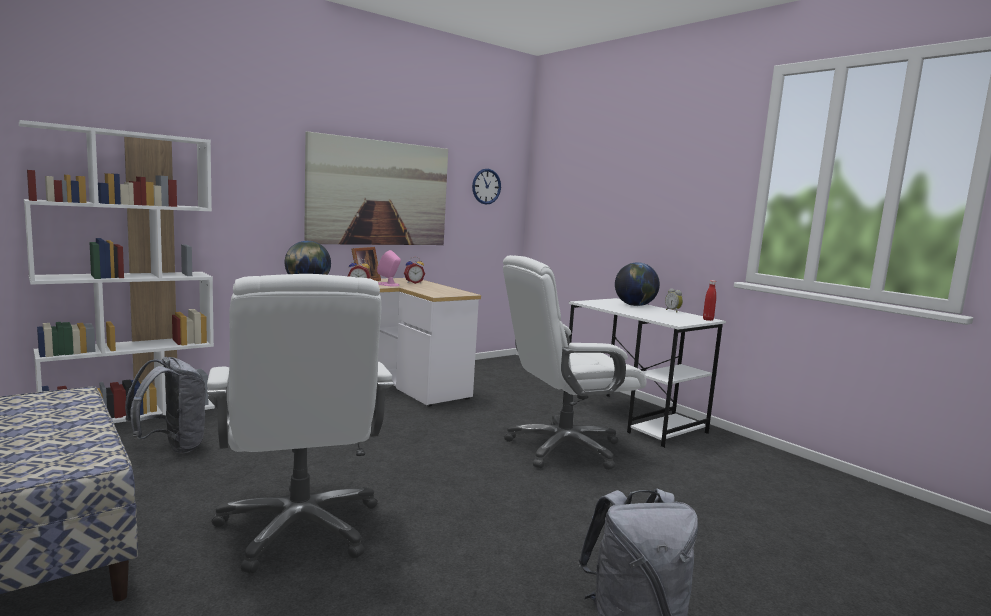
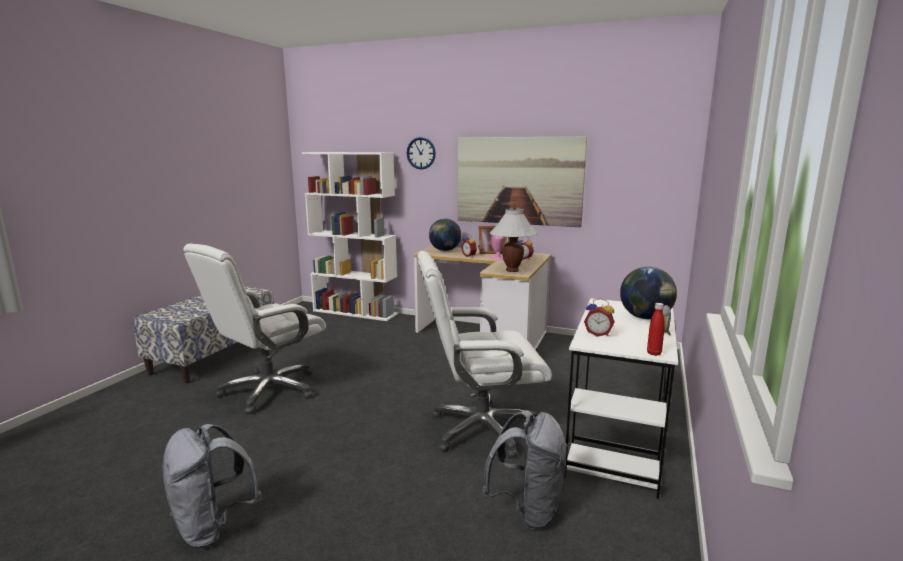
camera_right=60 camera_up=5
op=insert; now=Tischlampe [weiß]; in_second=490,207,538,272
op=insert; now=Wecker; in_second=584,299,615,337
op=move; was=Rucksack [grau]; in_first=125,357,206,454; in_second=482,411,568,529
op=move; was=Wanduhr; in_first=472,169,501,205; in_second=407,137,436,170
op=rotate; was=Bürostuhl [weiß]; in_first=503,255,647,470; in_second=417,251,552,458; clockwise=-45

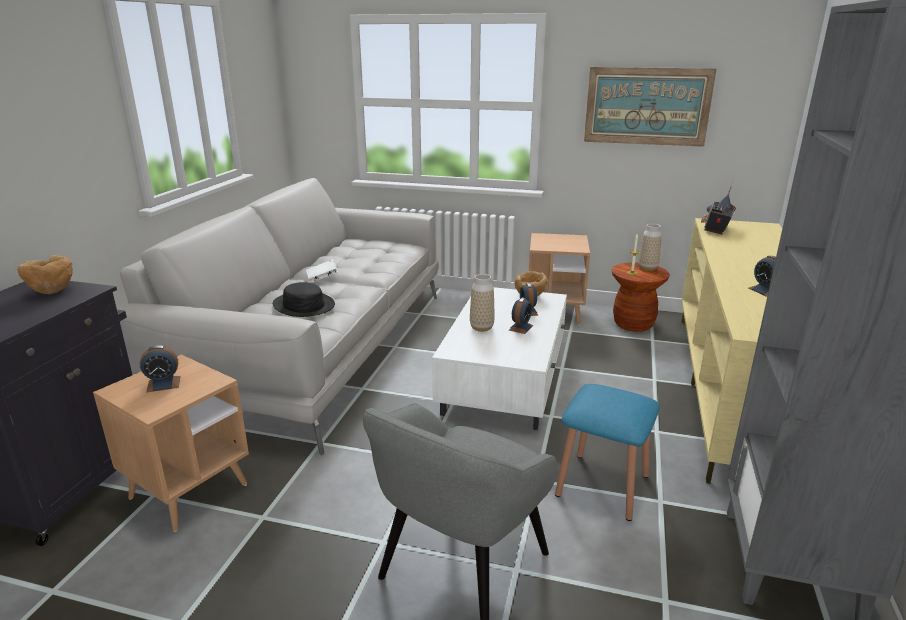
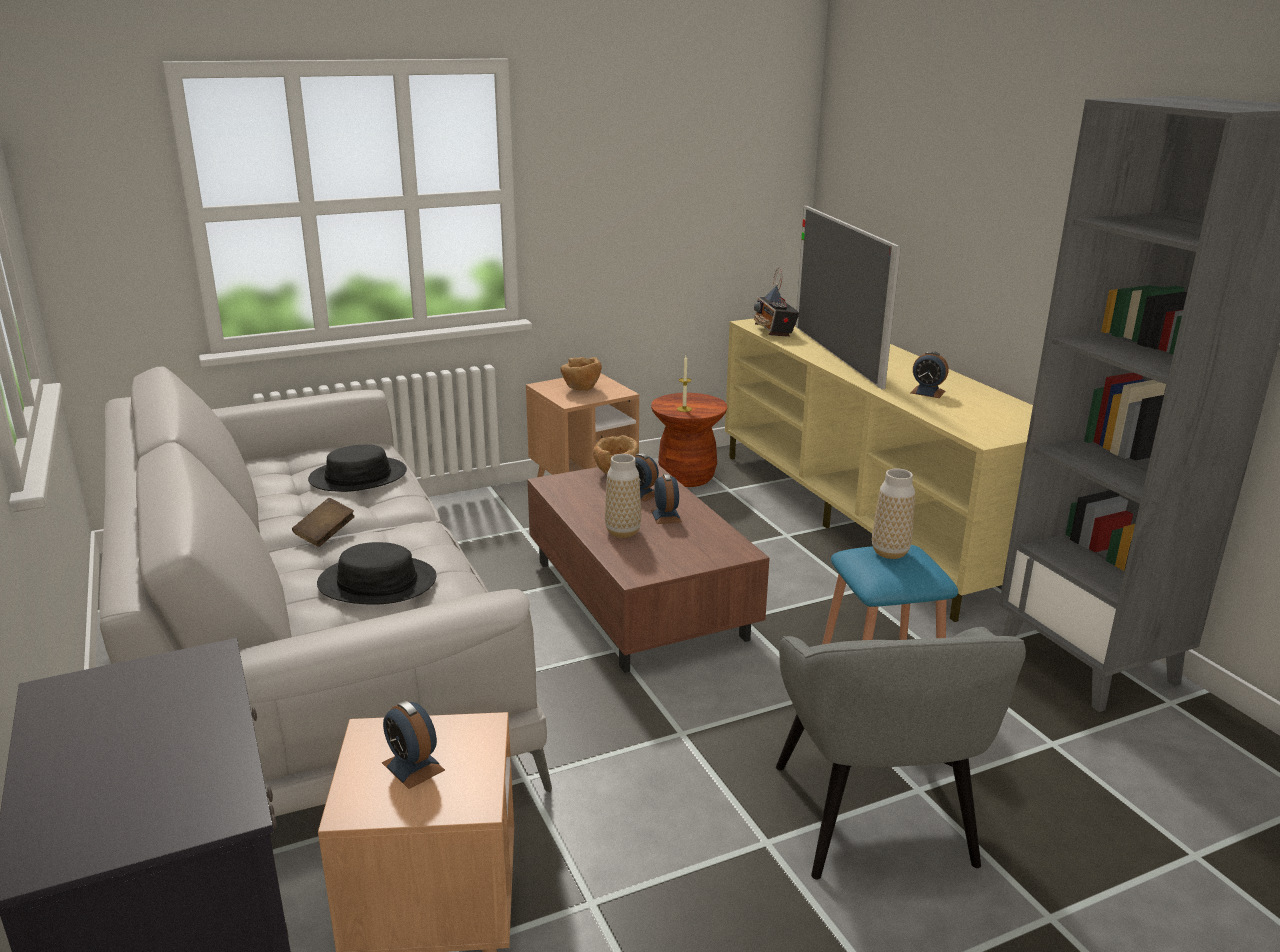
camera_right=-40 camera_up=0
op=delete; was=Bild; in_first=584,67,716,147
op=insert; now=Hut [schwarz]; in_second=308,445,407,492
op=insert; now=Fernseher; in_second=795,206,901,389
op=move; was=Schüssel [braun]; in_first=17,255,73,294; in_second=560,357,602,391
op=move; was=Vase; in_first=639,224,662,271; in_second=872,469,915,559
op=recolor; was=Buch [weiß]; now=Buch [braun]; in_first=306,259,338,283; in_second=292,498,355,547
op=recolor; was=Couchtisch [weiß]; now=Couchtisch [braun]; in_first=432,287,567,430; in_second=527,463,770,673
op=rotate; was=Wecker; in_first=140,345,181,393; in_second=382,701,445,789; clockwise=105

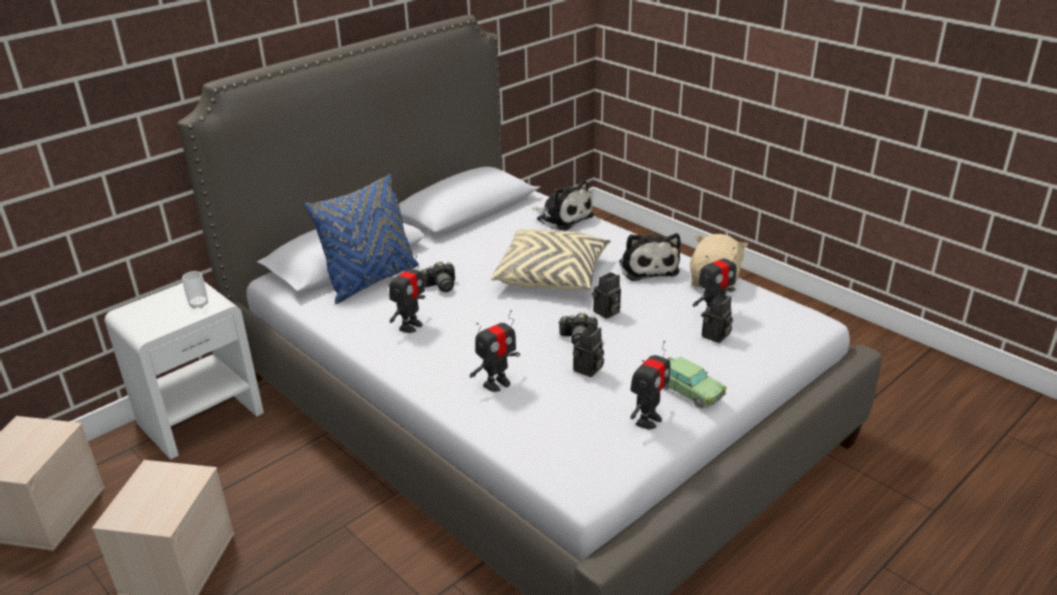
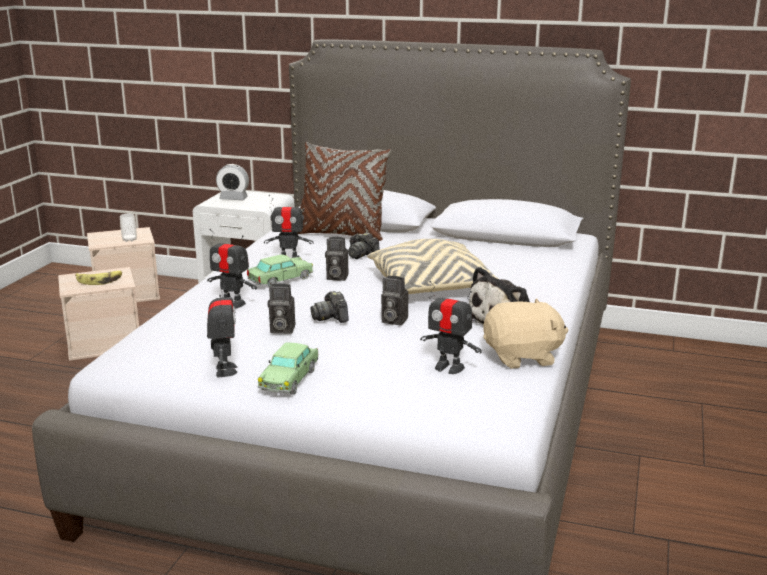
camera_right=60 camera_up=-10
op=delete; was=Plüschtier; in_first=532,180,594,231
op=insert; now=Banane; in_second=75,271,122,285
op=insert; now=Wecker; in_second=216,164,249,200
op=insert; now=Spielzeugauto; in_second=247,254,313,287
op=move; was=Tasse; in_first=182,271,208,309; in_second=120,214,137,242
op=move; was=Kamera; in_first=702,294,733,343; in_second=325,237,349,281
op=recolor; was=Kissen [blau]; now=Kissen [braun]; in_first=305,174,419,304; in_second=297,142,391,241
op=rotate; was=Spielzeugroboter; in_first=630,341,670,429; in_second=207,280,237,377; clockwise=-105

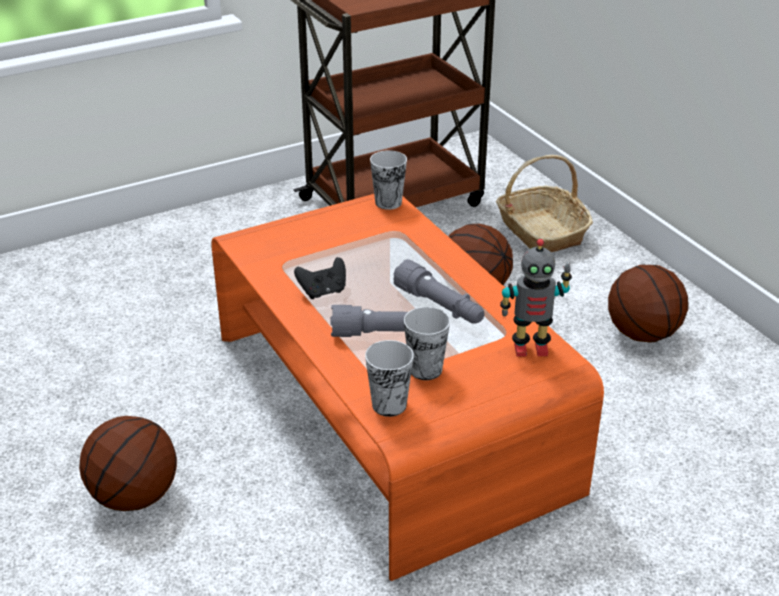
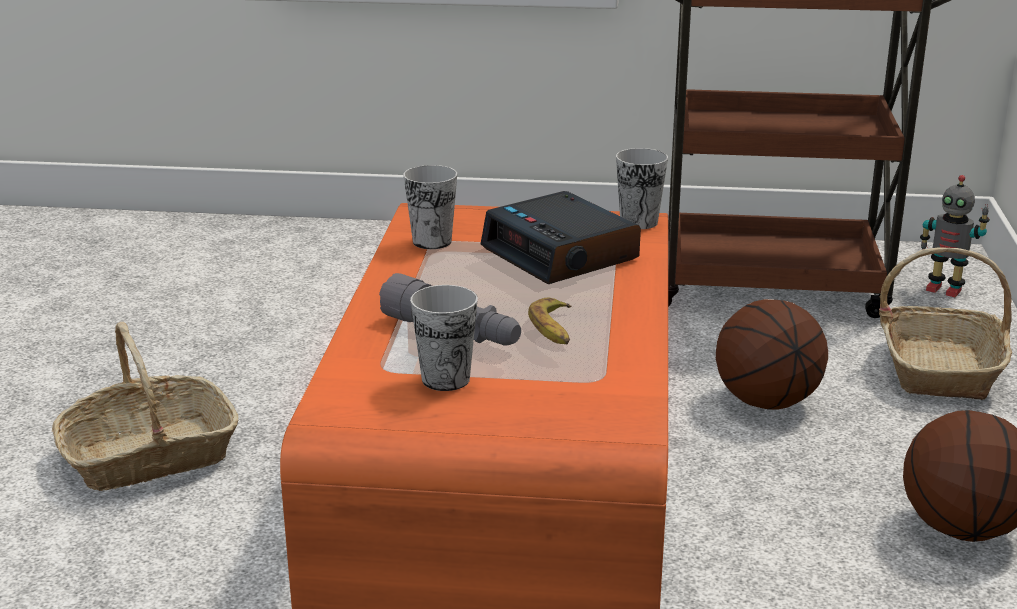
camera_right=35 camera_up=-10
op=delete; was=Gamepad [schwarz]; in_first=294,257,346,299
op=insert; now=Wecker; in_second=481,191,641,284
op=move; was=Tasse; in_first=365,340,414,417; in_second=403,165,457,249
op=move; was=Spielzeugroboter; in_first=500,239,572,357; in_second=920,175,990,297
op=replace; was=Basketball; now=Korb; in_first=79,416,177,511; in_second=52,322,239,491
op=replace; was=Taschenlampe [grau]; now=Banane; in_first=393,259,485,323; in_second=528,298,571,344

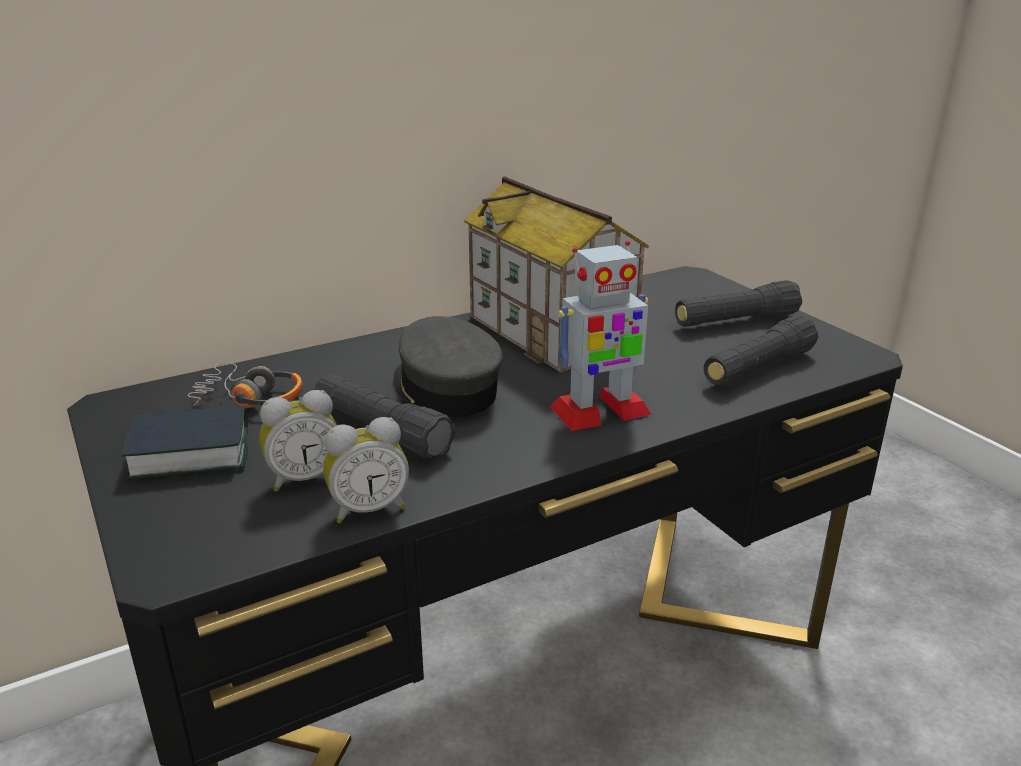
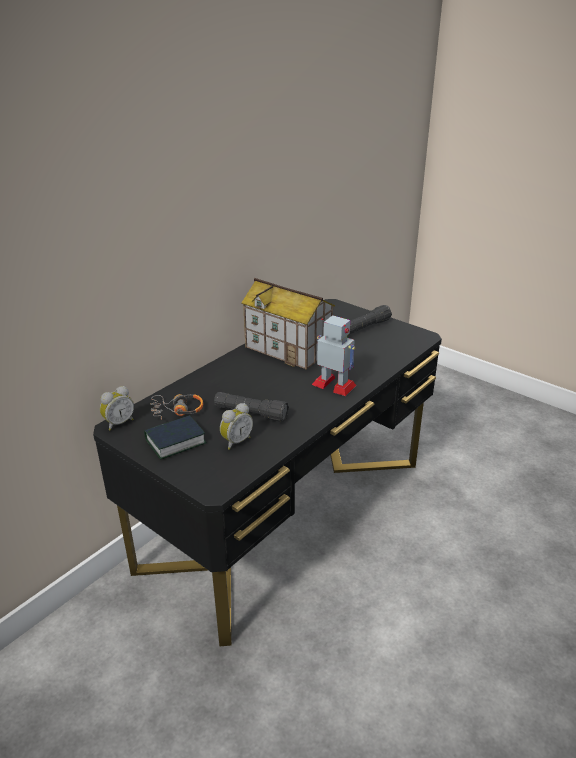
camera_right=-20 camera_up=5
op=delete; was=Kappe [grau]; in_first=394,316,503,417
op=delete; was=Taschenlampe [schwarz]; in_first=704,315,818,386
op=move; was=Wecker; in_first=323,417,409,523; in_second=100,386,134,430
op=rotate; was=Spielzeugroboter; in_first=550,241,651,431; in_second=312,315,356,396; clockwise=-105

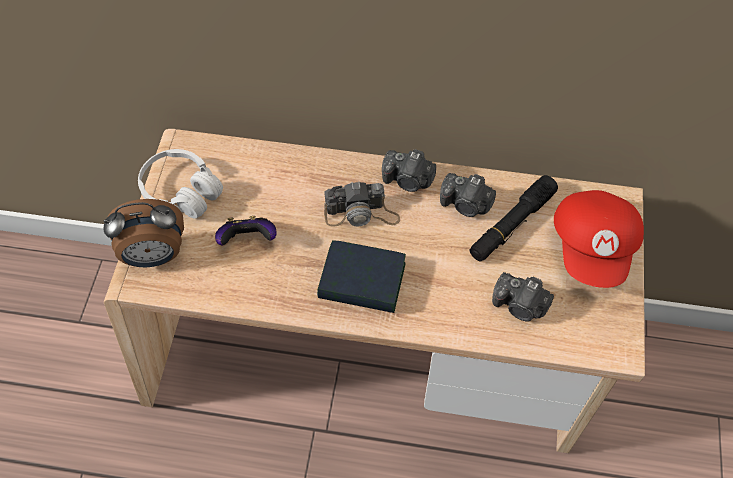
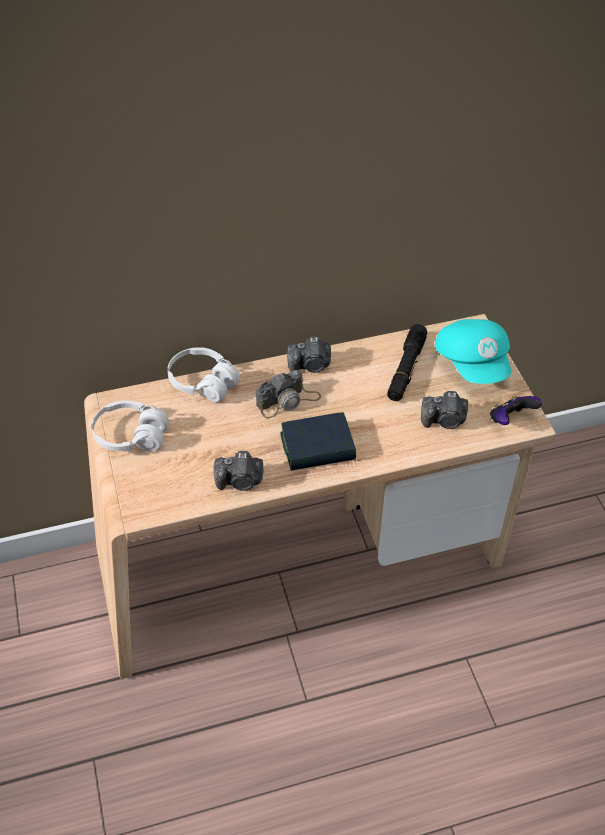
camera_right=-25 camera_up=-10
op=delete; was=Wecker; in_first=103,199,184,267
op=insert; now=Kopfhörer [weiß]; in_second=167,347,240,402
op=move; was=Gamepad; in_first=215,216,277,245; in_second=490,395,542,425
op=move; was=Kamera; in_first=440,173,496,217; in_second=213,451,264,491
op=recolor; was=Kappe [rot]; now=Kappe [türkis]; in_first=554,190,644,288; in_second=435,319,511,384

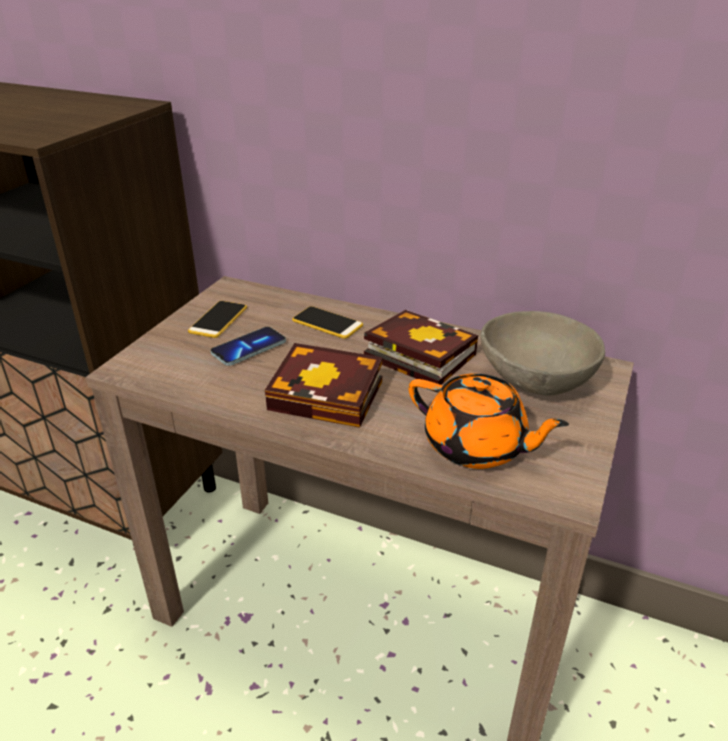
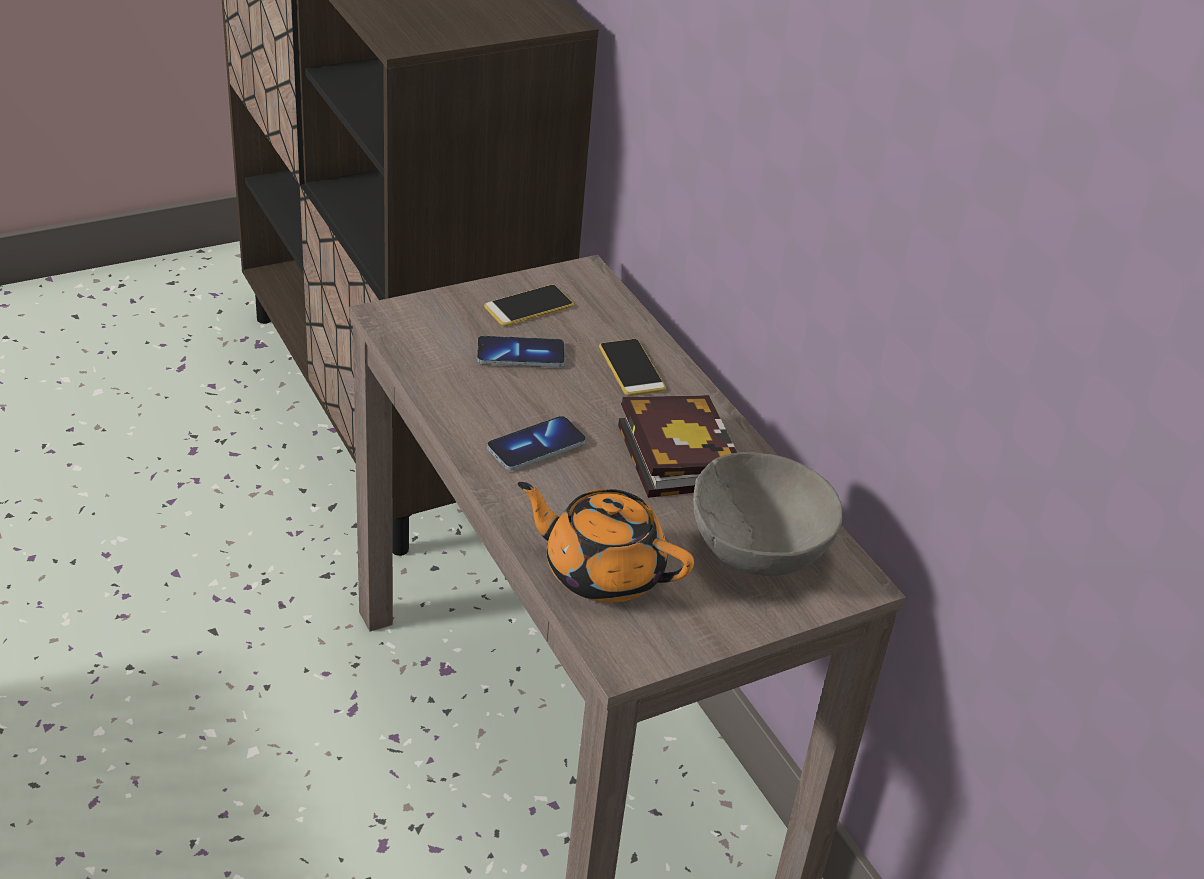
camera_right=35 camera_up=5
op=replace; was=Buch; now=Handy; in_first=265,343,383,428; in_second=487,416,586,471
op=rotate; was=Teekanne [orange]; in_first=409,373,569,469; in_second=518,482,694,602; clockwise=135

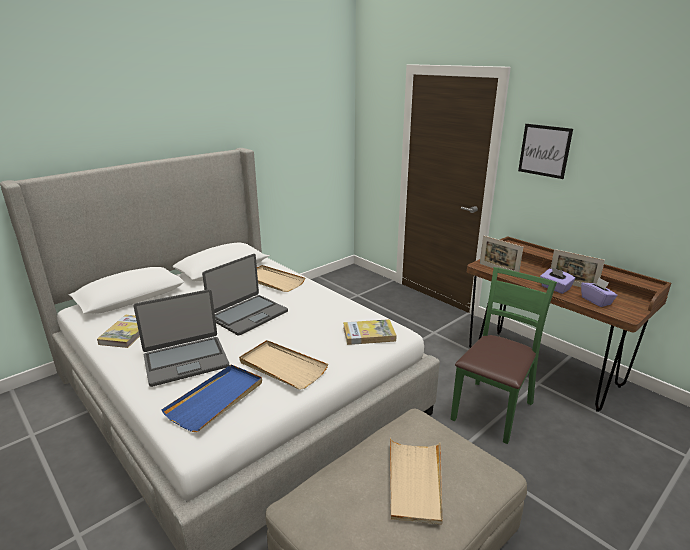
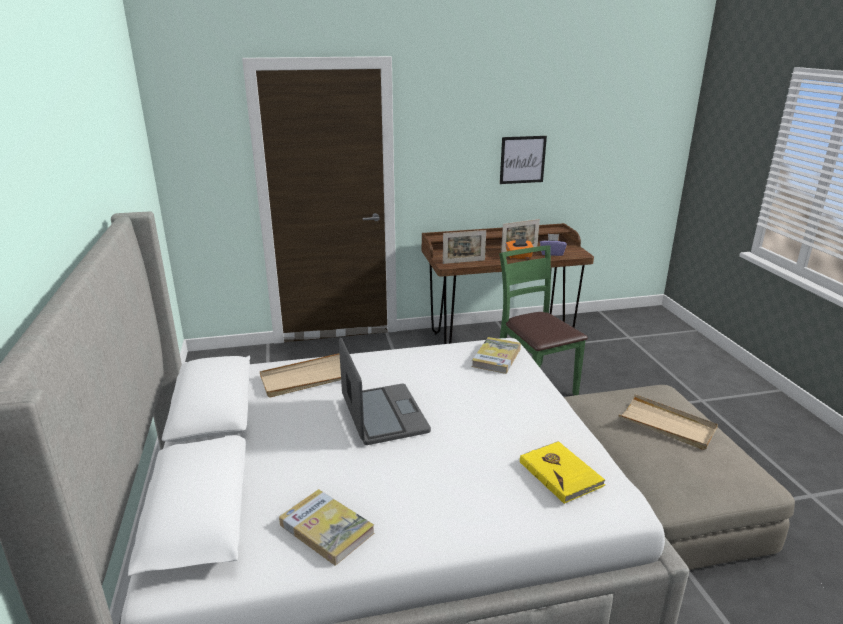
camera_right=-60 camera_up=0
op=delete; was=Laptop; in_first=133,289,229,387
op=delete; was=Tablett [beige]; in_first=239,340,328,390
op=move; was=Bild; in_first=518,124,573,179; in_second=500,136,547,184
op=replace; was=Tablett [blau]; now=Buch [gelb]; in_first=161,365,262,432; in_second=520,441,606,504
op=recolor; was=Taschentuchbox [lila]; now=Taschentuchbox [orange]; in_first=540,267,575,294; in_second=506,239,533,259

